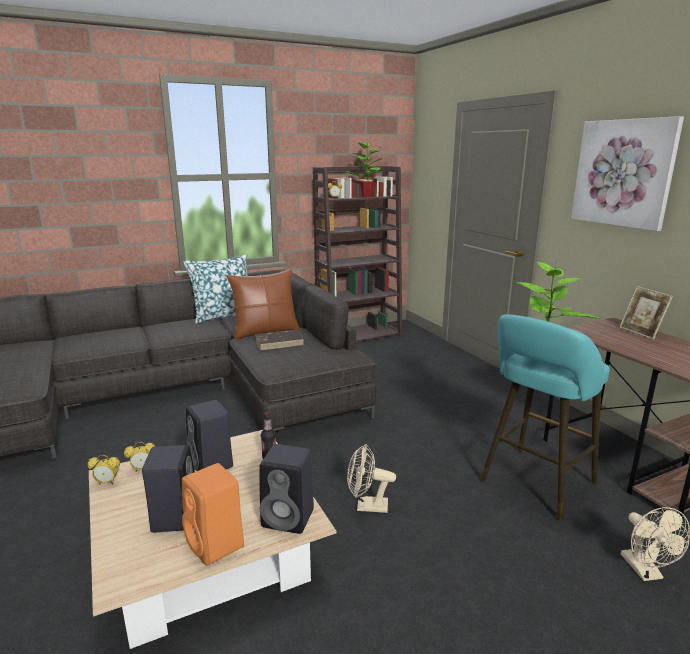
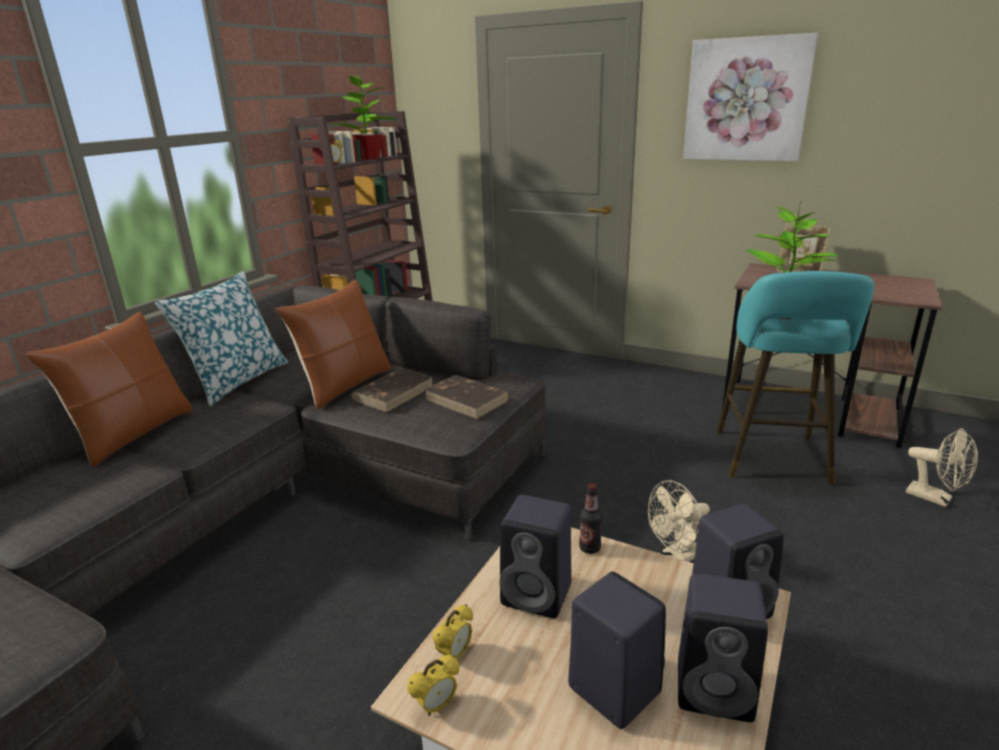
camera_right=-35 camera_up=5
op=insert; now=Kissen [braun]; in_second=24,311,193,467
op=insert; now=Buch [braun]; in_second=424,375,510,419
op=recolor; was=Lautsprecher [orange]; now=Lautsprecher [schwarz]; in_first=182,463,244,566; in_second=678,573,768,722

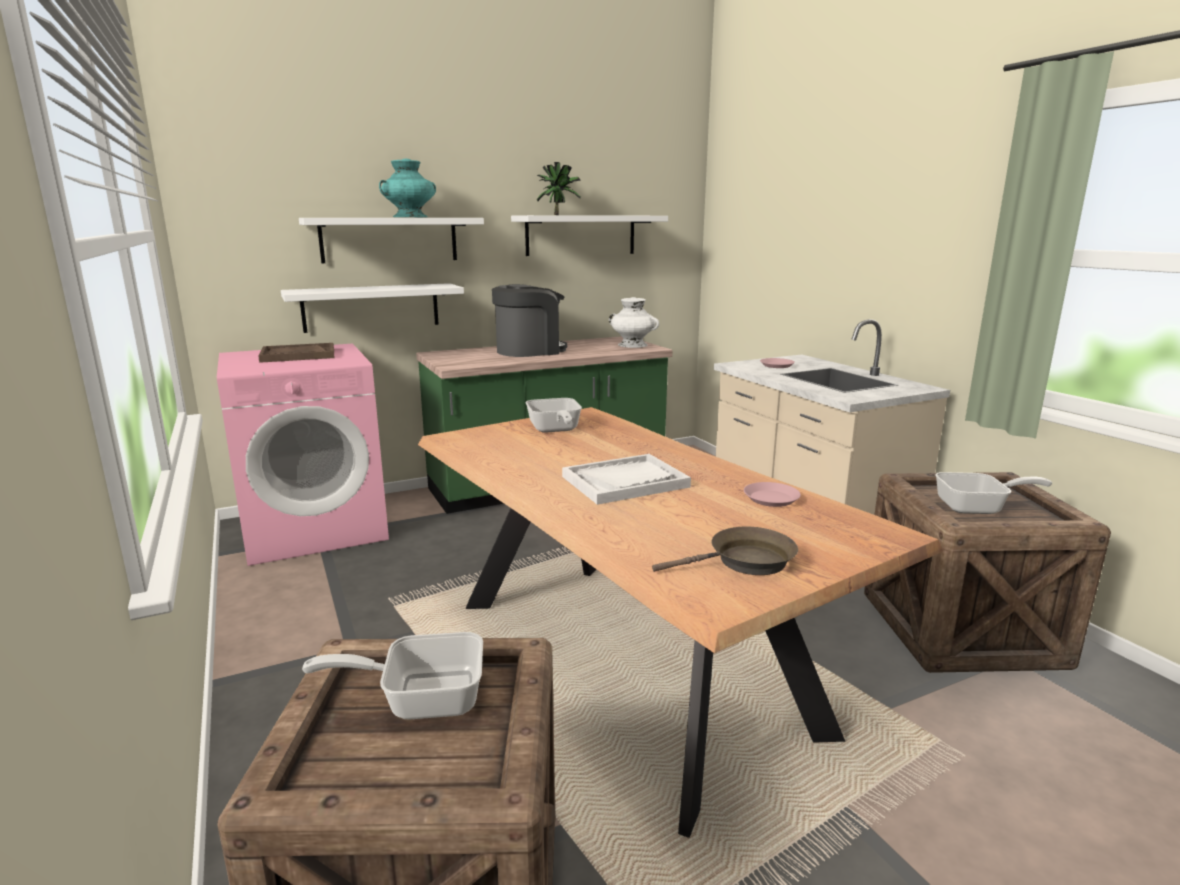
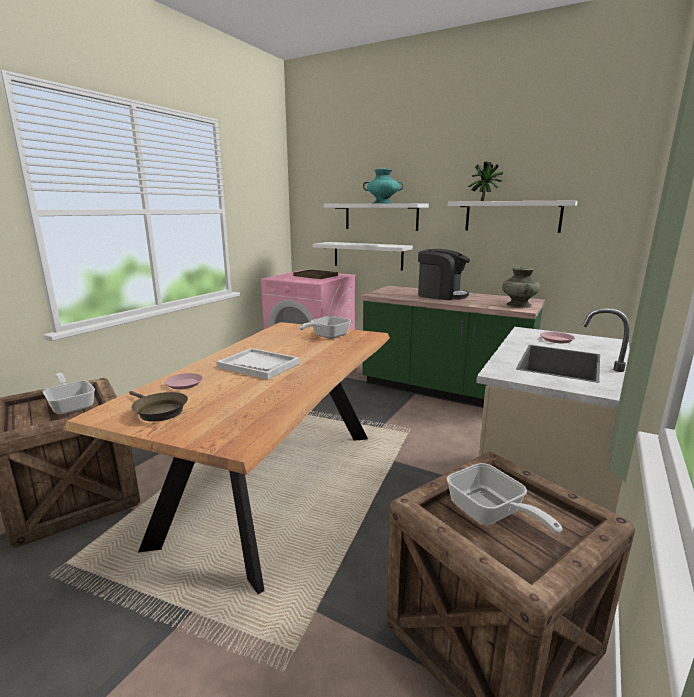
camera_right=55 camera_up=0
op=move; was=Teller [rosa]; in_first=744,482,801,507; in_second=164,373,203,389
op=recolor; was=Vase [weiß]; now=Vase [türkis]; in_first=609,297,659,348; in_second=502,267,540,308

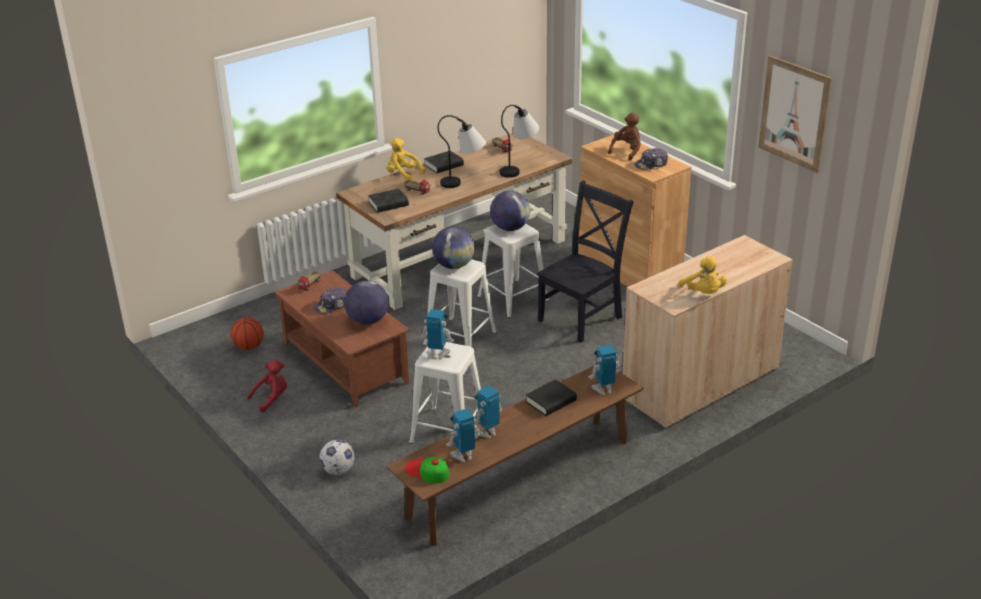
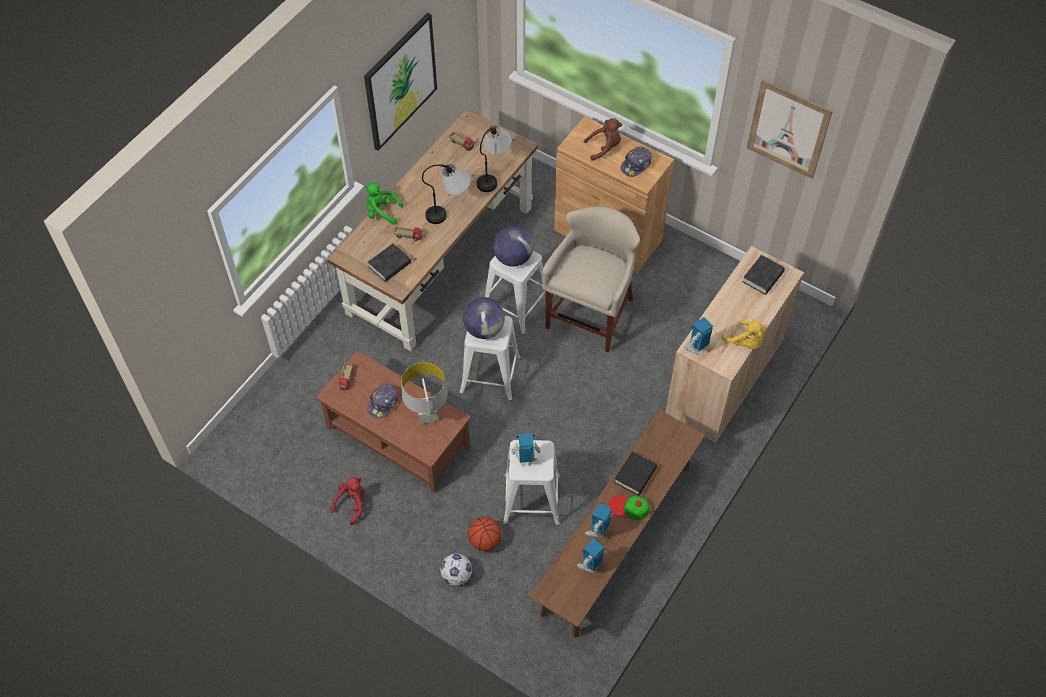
camera_right=-20 camera_up=25
op=insert; now=Bild; in_second=364,13,437,151
op=move; was=Basketball; in_first=230,317,264,350; in_second=468,517,502,551
op=move; was=Kappe; in_first=405,457,449,483; in_second=609,496,650,520
op=move; was=Buch [schwarz]; in_first=424,151,464,173; in_second=743,255,785,295
op=move; was=Spielzeugroboter; in_first=588,344,621,395; in_second=684,317,713,355
op=replace; was=Globus; now=Tischlampe [grau]; in_first=344,281,389,325; in_second=402,362,448,424
op=replace; was=Stuhl [schwarz]; now=Hocker [beige]; in_first=537,181,634,343; in_second=542,206,640,353
op=recolor; was=Plüschtier [gelb]; now=Plüschtier [grün]; in_first=387,138,425,181; in_second=365,183,403,225
op=rotate; was=Plüschtier [braun]; in_first=608,113,641,160; in_second=584,118,622,161; clockwise=60

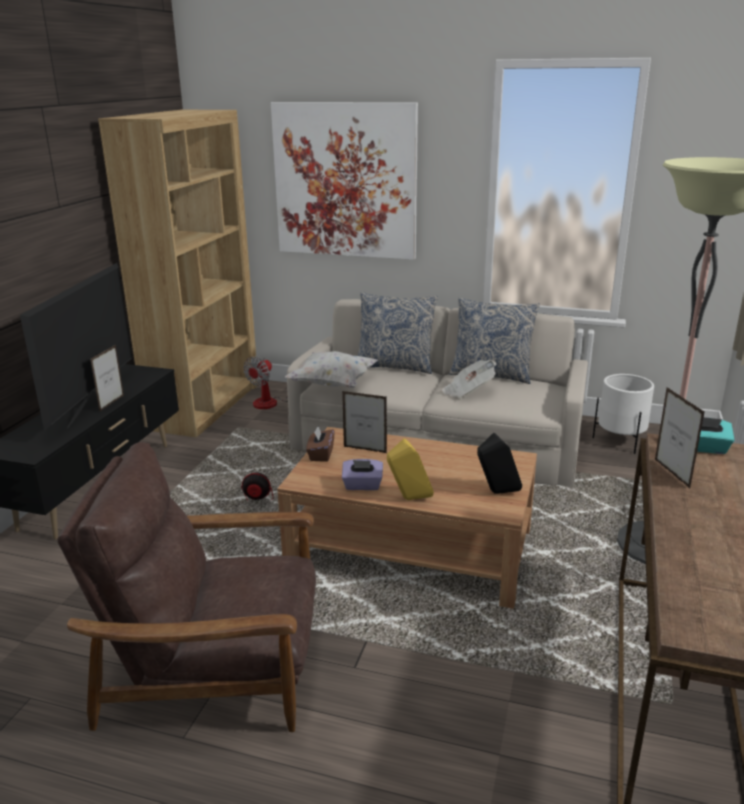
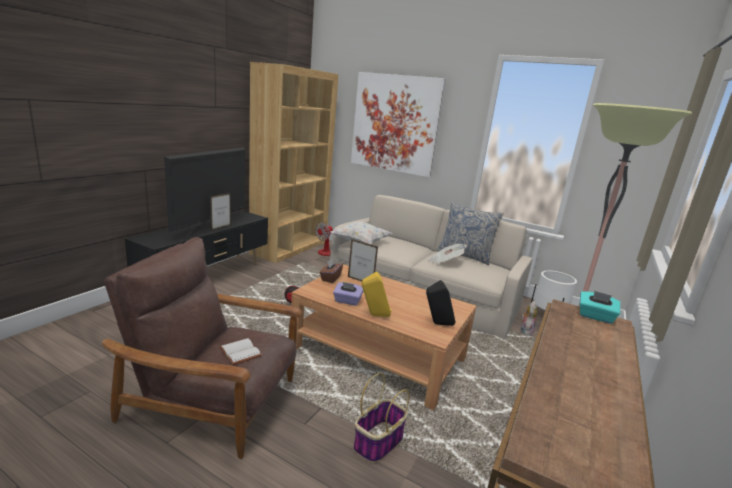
camera_right=10 camera_up=-5
op=delete; was=Kissen; in_first=358,292,438,374
op=delete; was=Bilderrahmen; in_first=655,387,705,488
op=insert; now=Buch [weiß]; in_second=220,338,262,365
op=insert; now=Korb; in_second=353,373,409,463
op=insert; now=Plüschtier; in_second=521,301,537,336

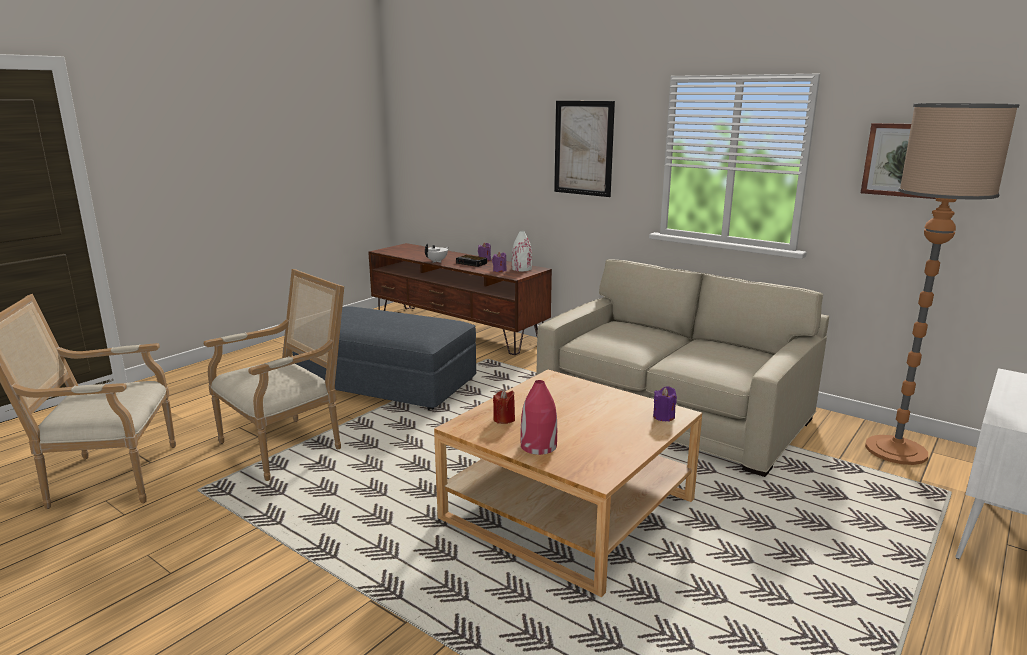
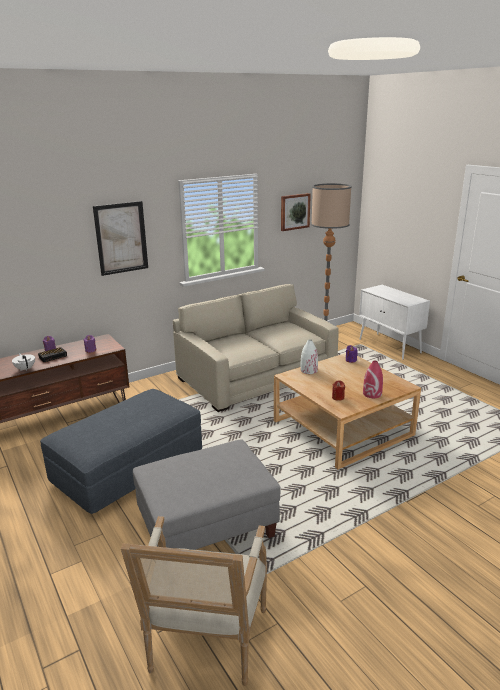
camera_right=-70 camera_up=5
op=move; was=Vase [weiß]; in_first=512,231,532,271; in_second=300,339,318,374
op=replace; was=Sessel; now=Polsterhocker [grau]; in_first=203,269,344,481; in_second=133,439,281,550

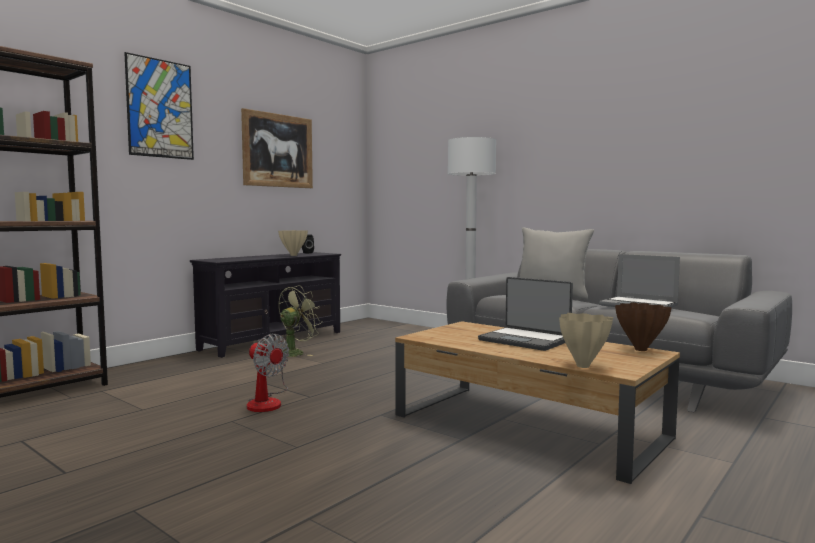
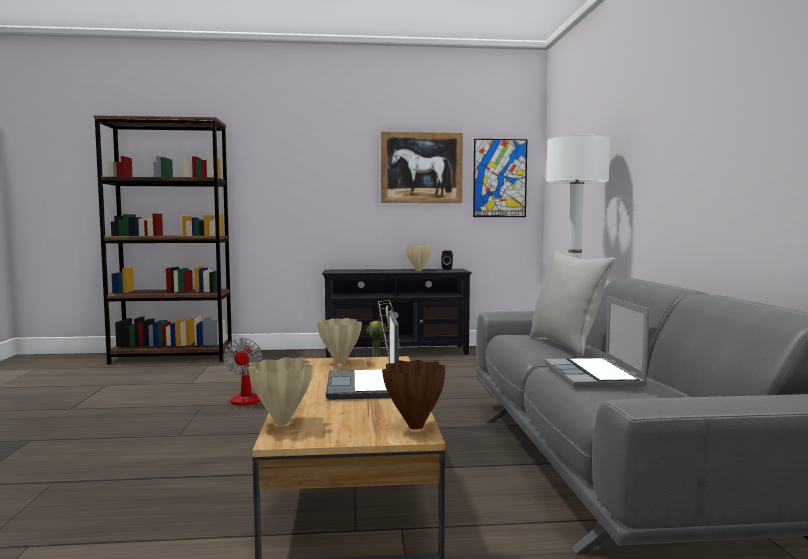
camera_right=45 camera_up=0
op=insert; now=Vase [beige]; in_second=317,318,362,364
op=move; was=Bild; in_first=124,52,194,160; in_second=473,139,527,217

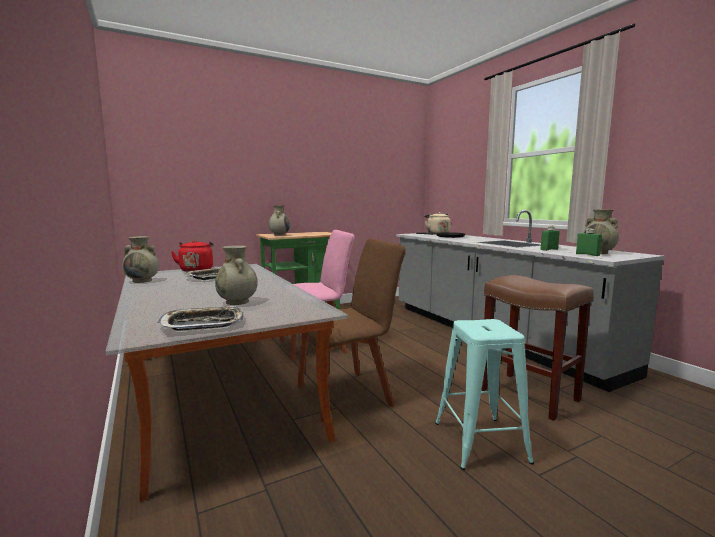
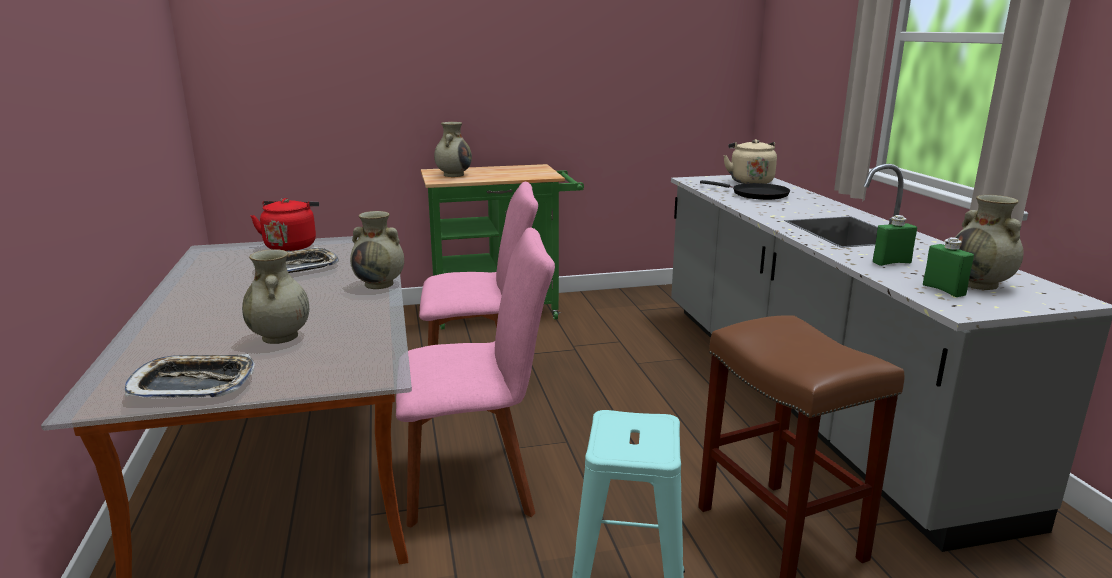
camera_right=15 camera_up=10
op=move; was=Vase [beige]; in_first=122,236,159,283; in_second=350,211,404,289
op=recolor; was=Stuhl [braun]; now=Stuhl [rosa]; in_first=297,239,406,422; in_second=396,228,555,527

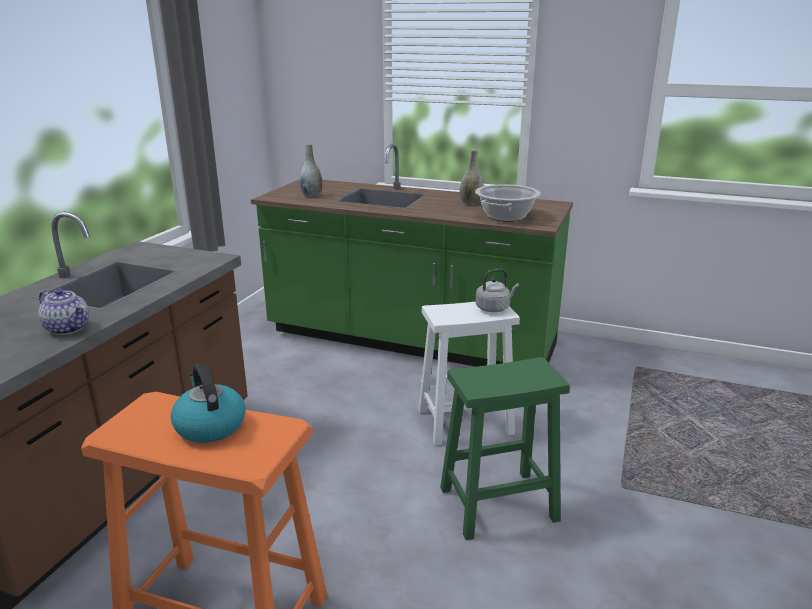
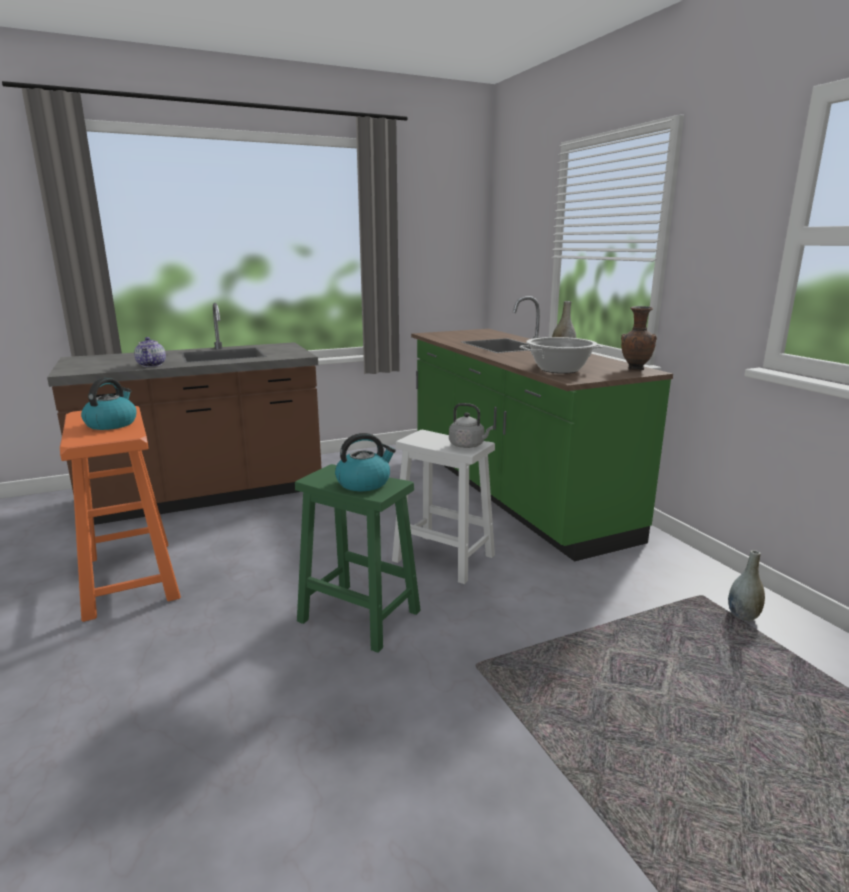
camera_right=45 camera_up=-5
op=insert; now=Wasserkessel; in_second=335,433,396,491
op=insert; now=Vase [braun]; in_second=621,306,657,371
op=move; was=Vase [grau]; in_first=300,144,322,197; in_second=728,550,765,621

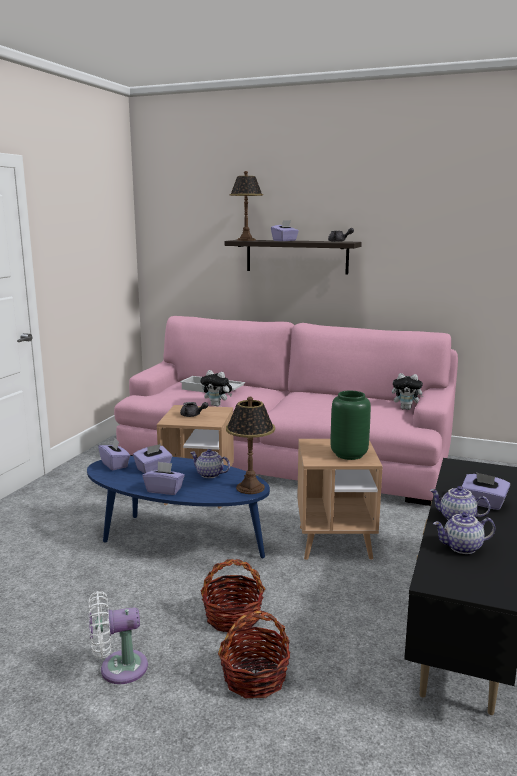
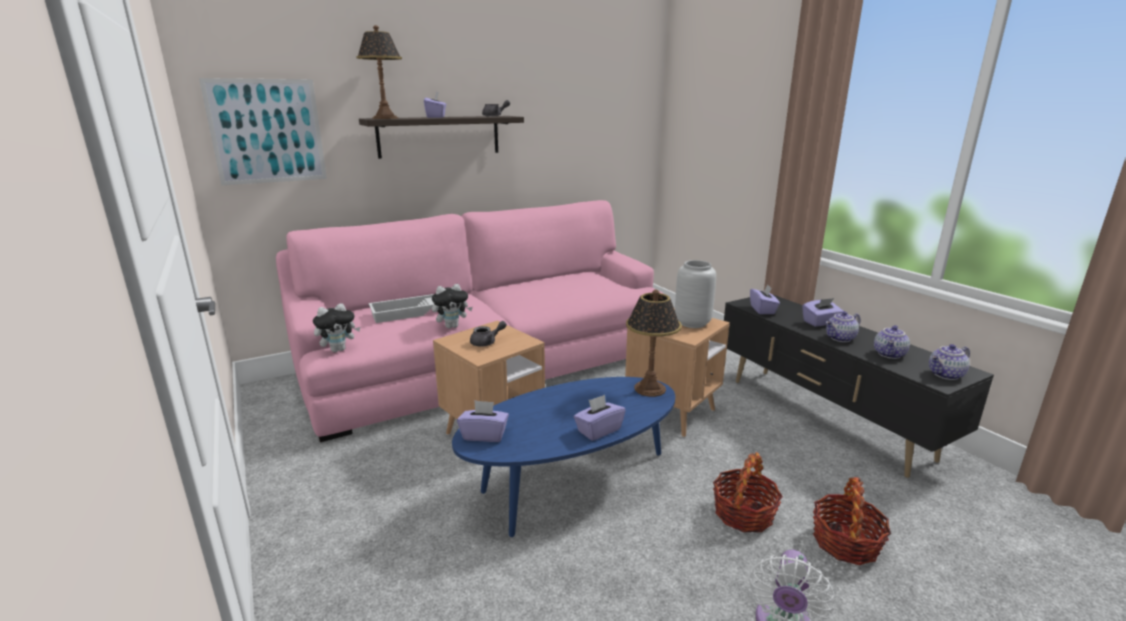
camera_right=-50 camera_up=5
op=insert; now=Bild; in_second=199,78,327,185
op=move; was=Taschentuchbox [lila]; in_first=133,444,172,473; in_second=750,285,780,314
op=move; was=Teekanne; in_first=190,449,230,478; in_second=929,344,970,380
op=move; was=Plüschtier; in_first=392,373,423,410; in_second=313,303,360,352
op=recolor; was=Vase [grün]; now=Vase [grau]; in_first=331,391,371,460; in_second=675,260,716,328

